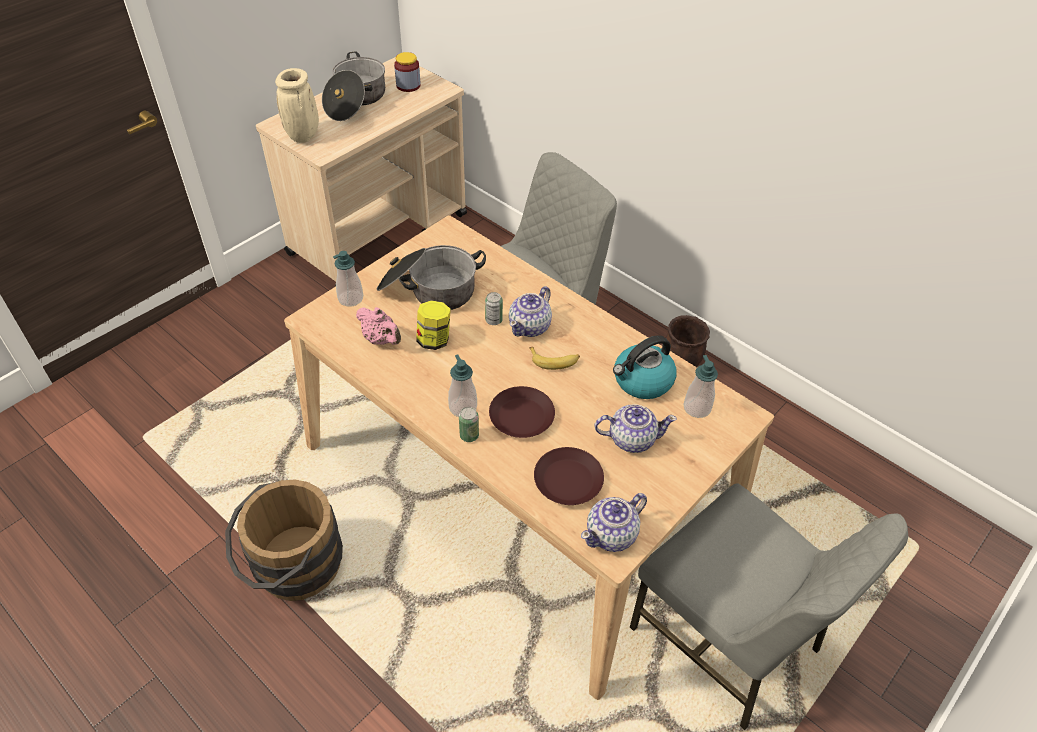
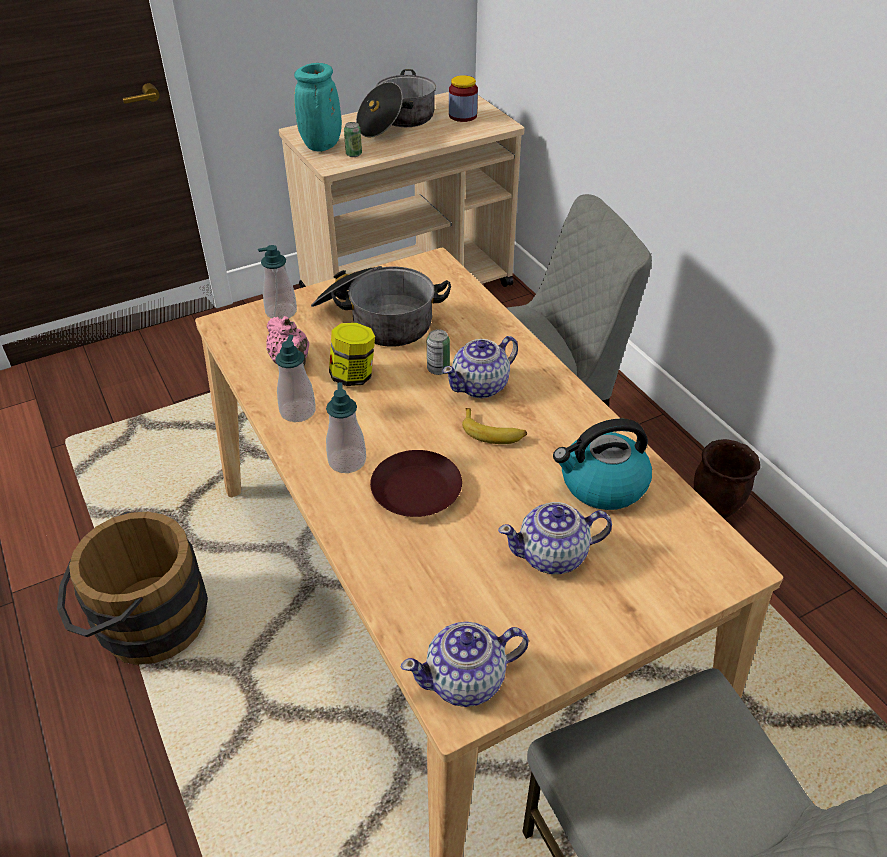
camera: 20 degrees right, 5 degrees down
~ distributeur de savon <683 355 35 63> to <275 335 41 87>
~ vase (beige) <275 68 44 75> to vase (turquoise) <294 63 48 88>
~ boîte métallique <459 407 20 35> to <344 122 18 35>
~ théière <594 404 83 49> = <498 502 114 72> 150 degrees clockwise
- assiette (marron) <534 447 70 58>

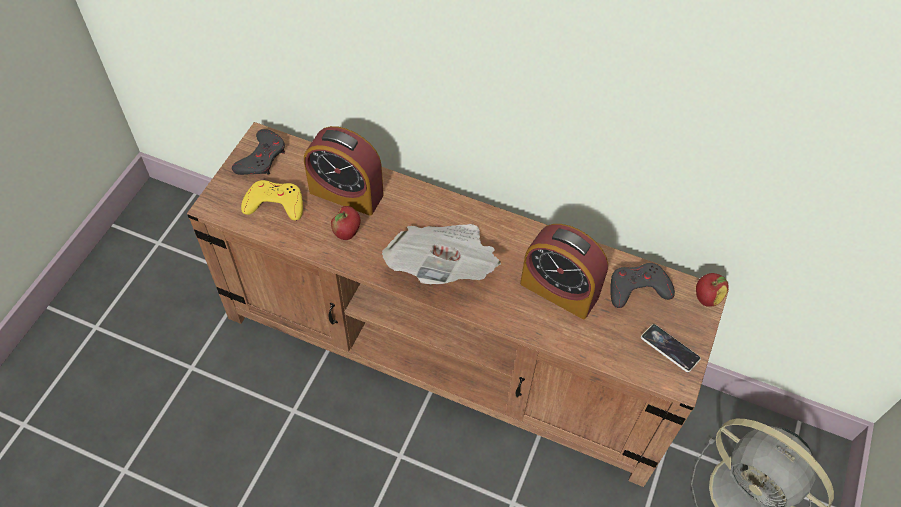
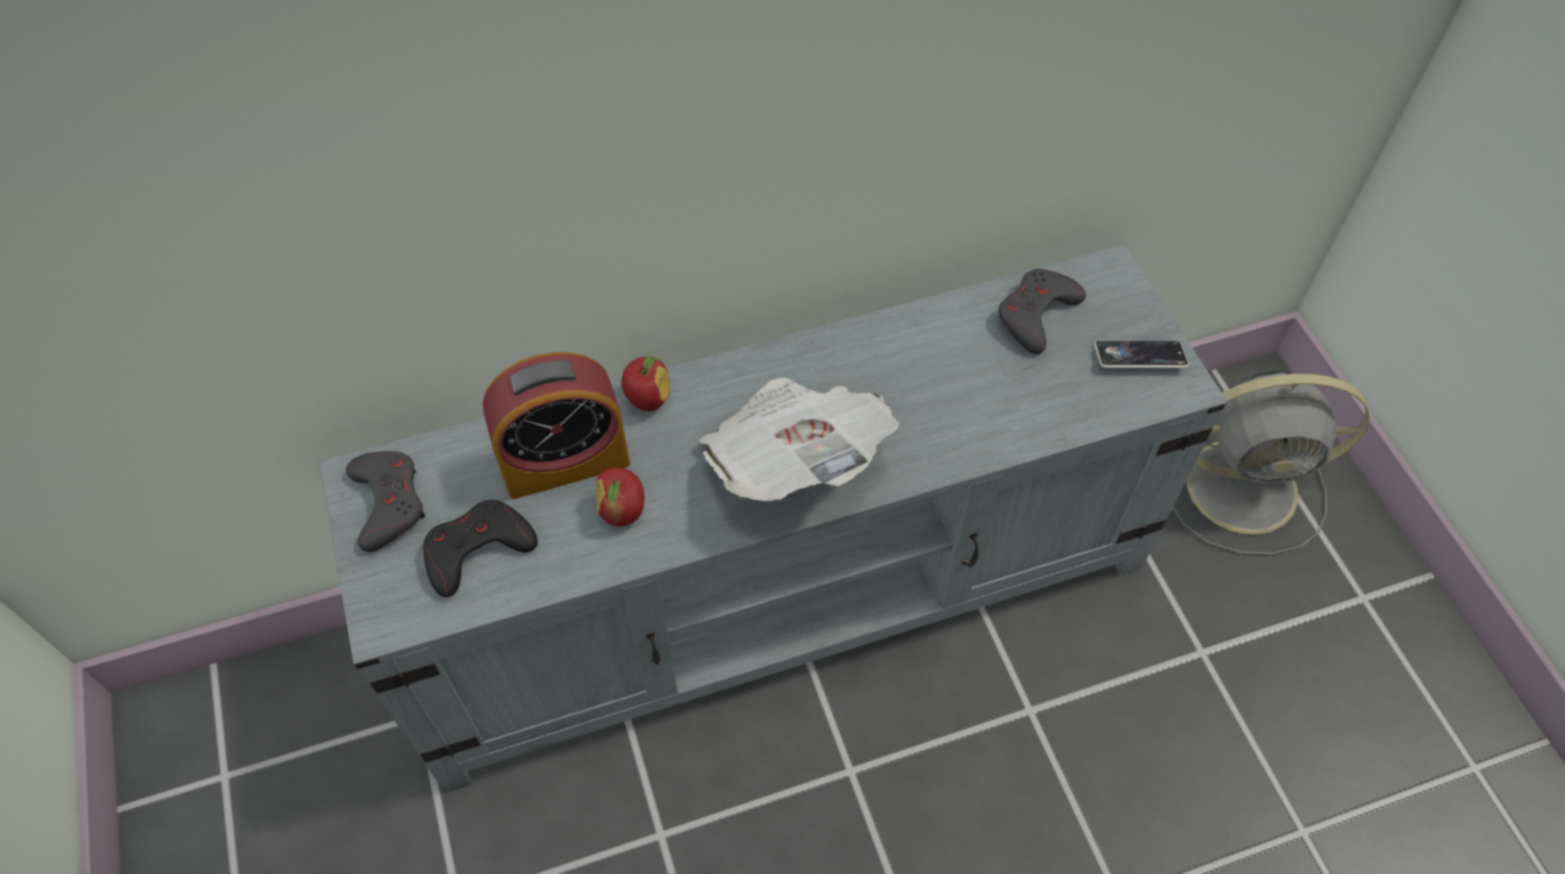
camera: 40 degrees left, 0 degrees up
~ meuble télé (marron) <187 122 542 365> to meuble télé (gris) <320 244 907 549>
~ manette (jaune) <241 180 62 40> to manette (noir) <423 500 115 97>
~ pomme <696 273 33 34> to <621 356 49 55>
- réveil <520 224 88 95>

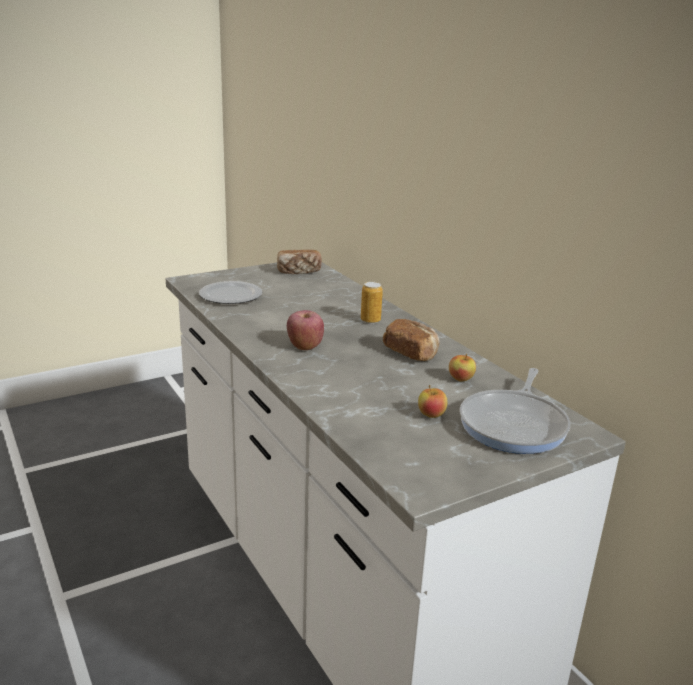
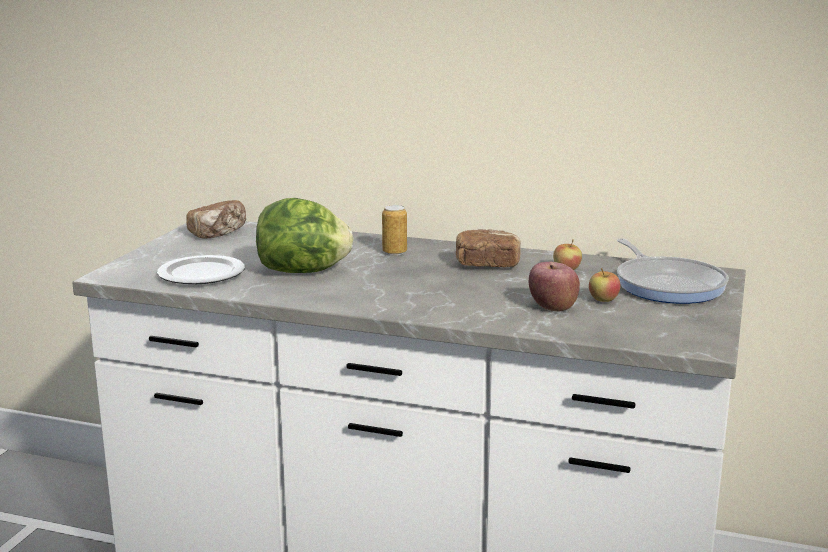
camera: 40 degrees left, 5 degrees down
+ laitue <256 198 97 75>
~ pomme <287 310 37 40> to <529 262 51 50>

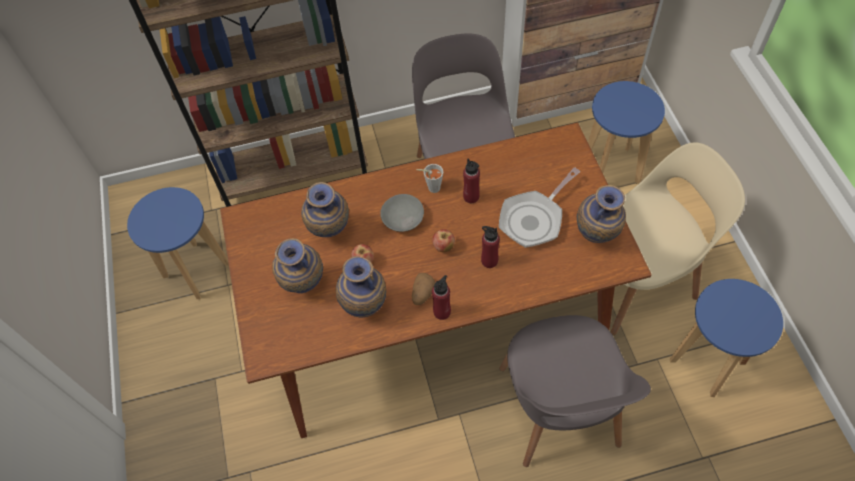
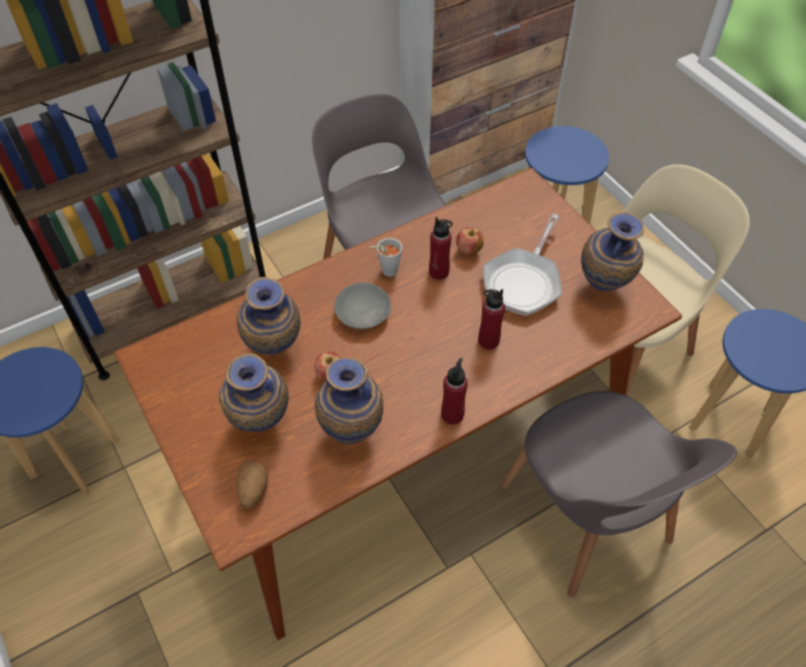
camera: 20 degrees left, 5 degrees down
~ pomme de terre <412 273 23 32> to <237 461 31 48>
~ pomme <432 229 23 24> to <456 227 28 29>

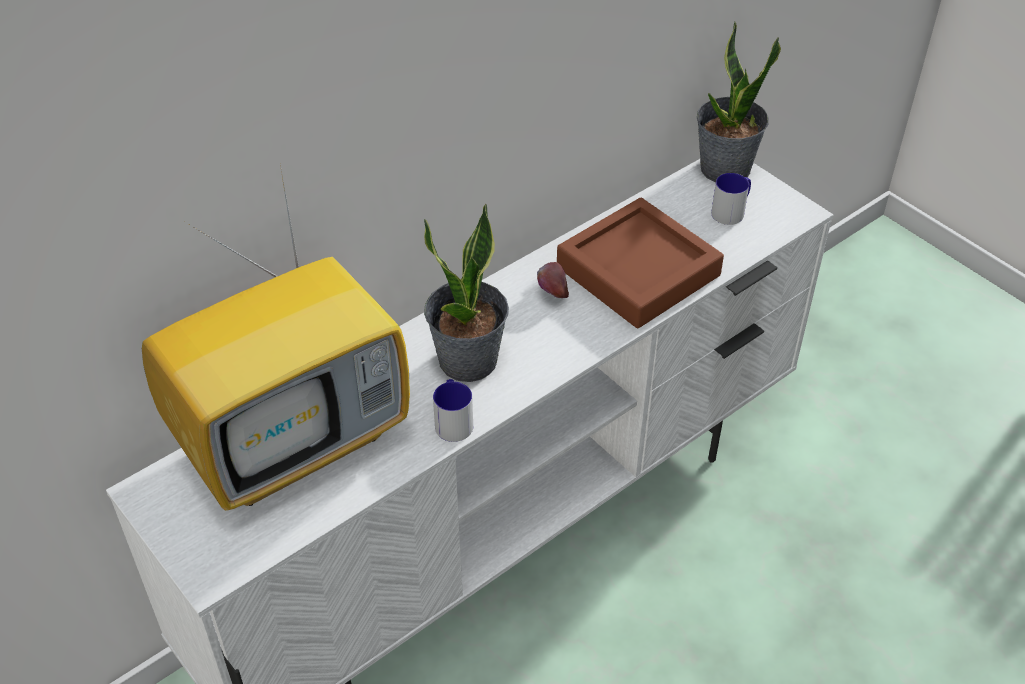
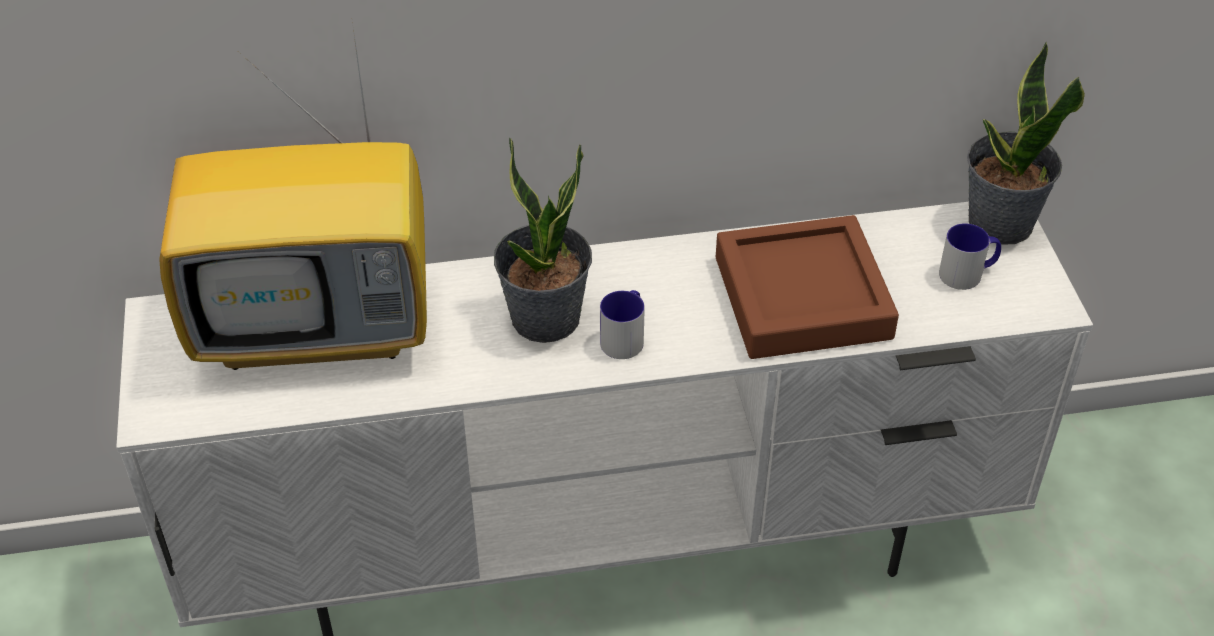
camera: 30 degrees right, 0 degrees up
~ mug <433 379 40 63> to <600 290 45 69>
- pomme <537 262 32 36>

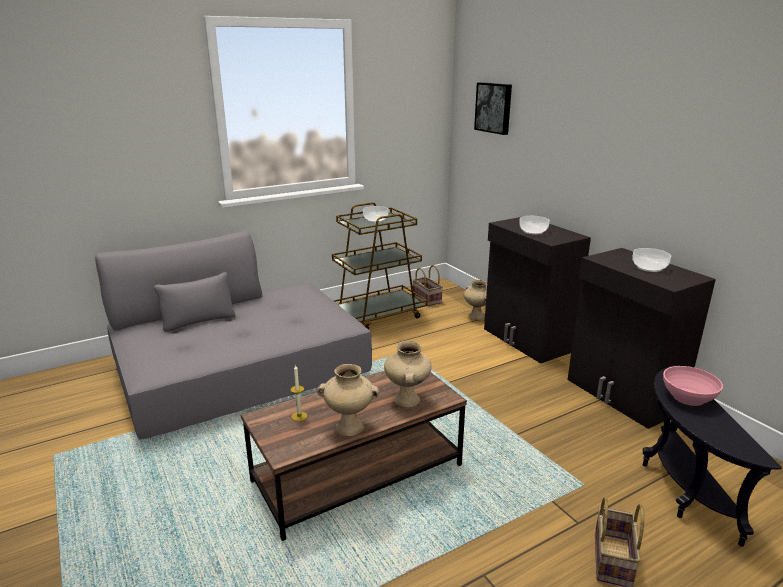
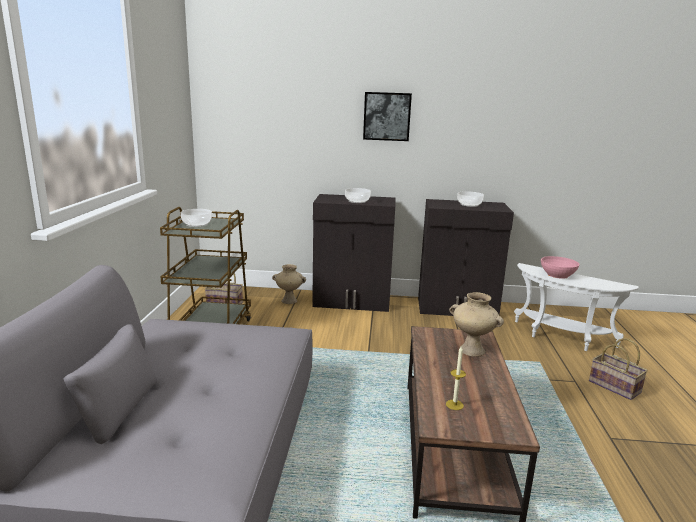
camera: 55 degrees left, 5 degrees down
~ tableau <474 82 38 53> to <363 92 49 49>
~ table d'appoint (noir) <643 365 139 182> to table d'appoint (blanc) <514 263 125 88>
- vase (beige) <317 364 62 72>

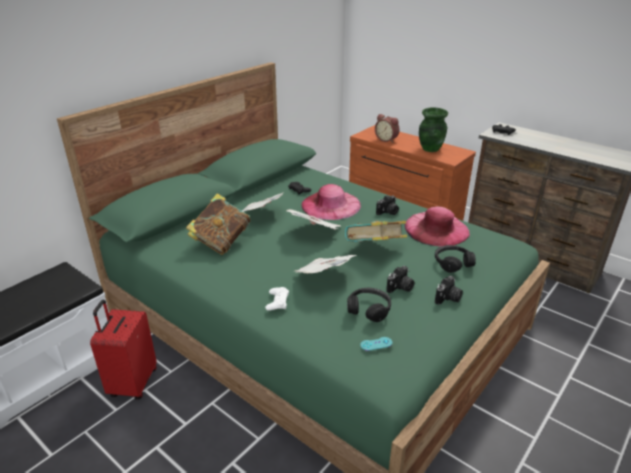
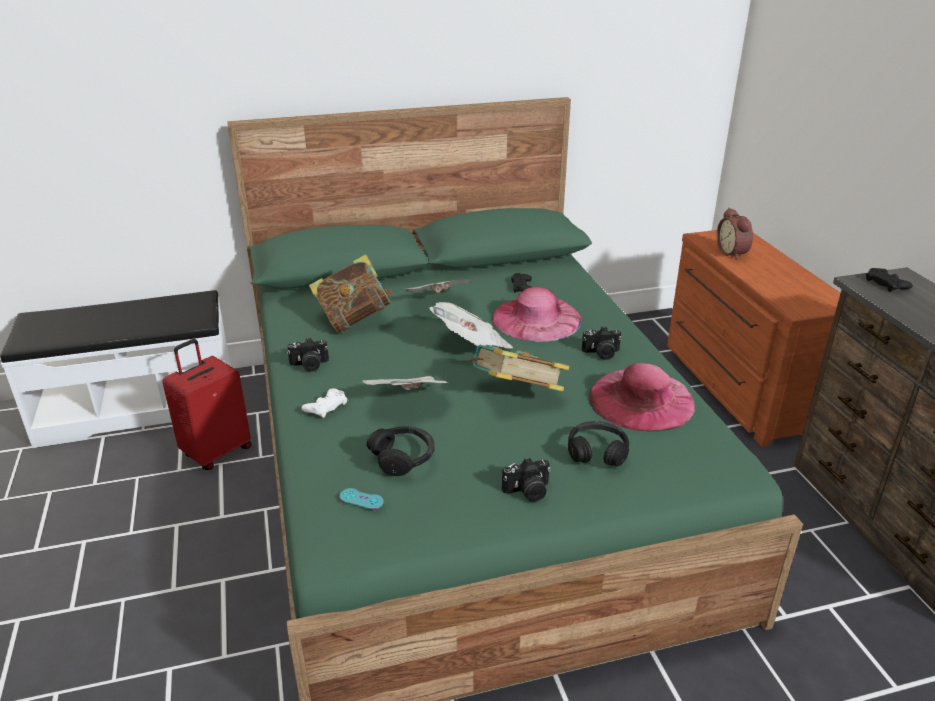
camera: 35 degrees right, 0 degrees up
~ appareil photo <386 266 29 27> to <287 338 42 34>
- vase (vert) <419 107 29 45>

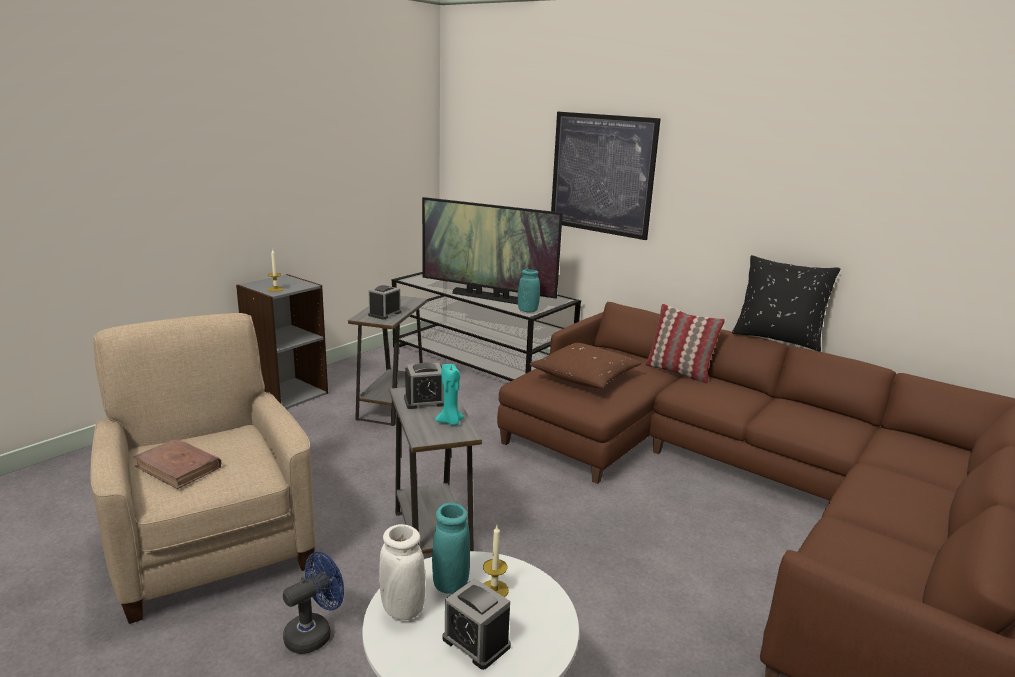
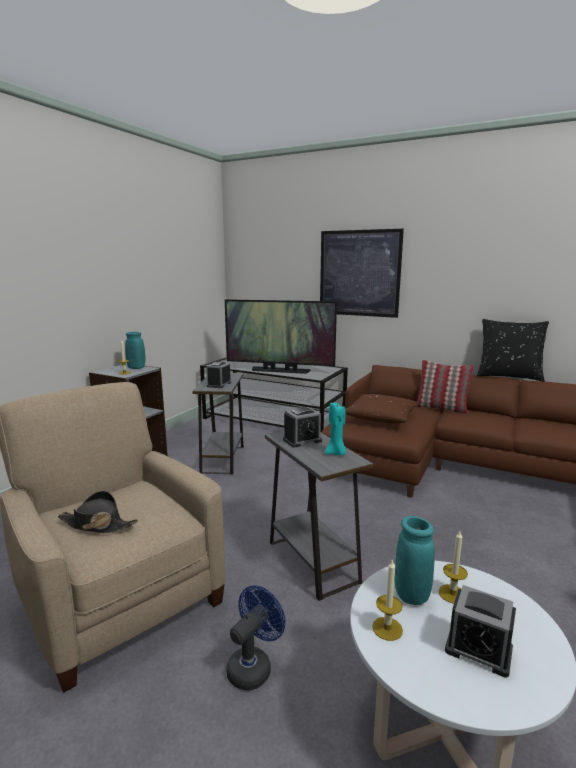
camera: 10 degrees left, 5 degrees down
~ livre (marron) <134 438 87 51> to chapeau (noir) <58 491 80 42>
~ vase (turquoise) <518 269 22 44> to <125 332 20 37>
~ vase (blanc) <379 524 46 96> to bougie <372 559 31 82>

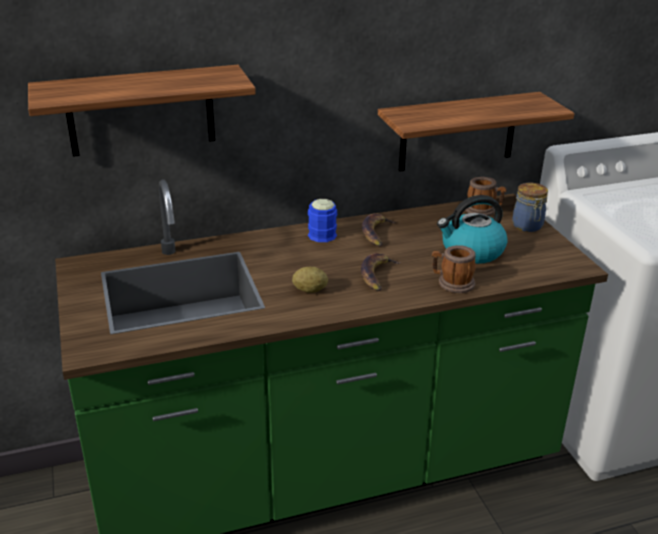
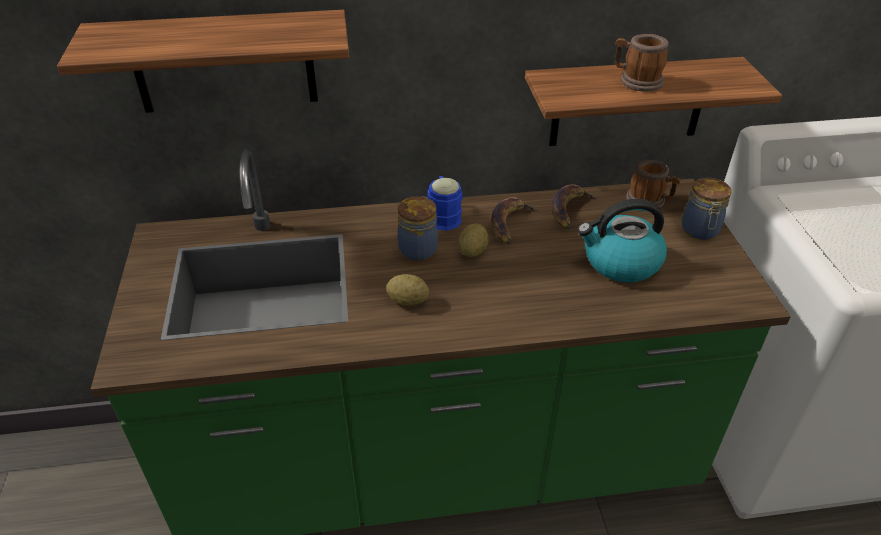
camera: 10 degrees right, 10 degrees up
+ bocal <397 196 41 65>
+ pomme de terre <458 223 31 34>
~ banane <361 253 39 38> to <552 184 45 45>
~ mug <432 245 44 48> to <615 34 54 58>

